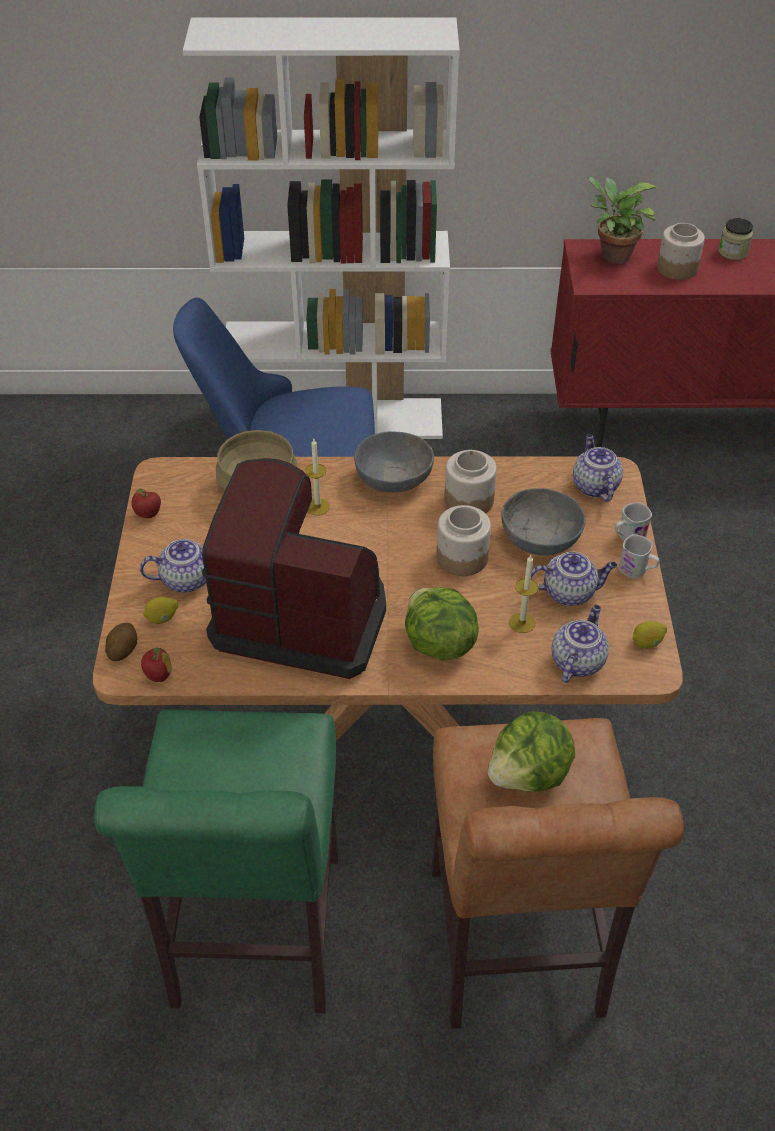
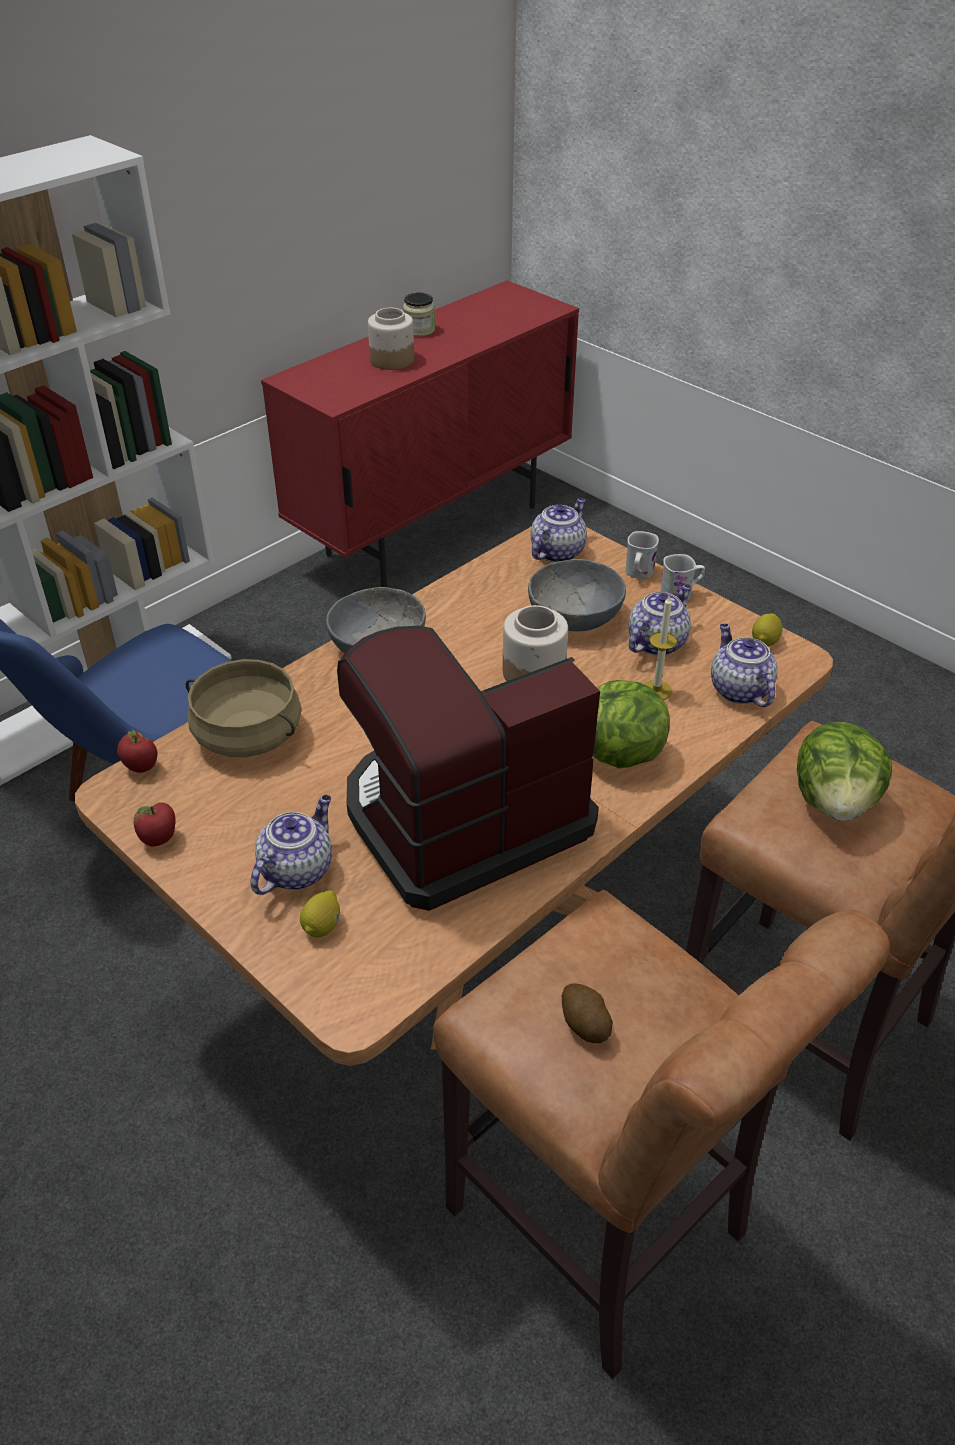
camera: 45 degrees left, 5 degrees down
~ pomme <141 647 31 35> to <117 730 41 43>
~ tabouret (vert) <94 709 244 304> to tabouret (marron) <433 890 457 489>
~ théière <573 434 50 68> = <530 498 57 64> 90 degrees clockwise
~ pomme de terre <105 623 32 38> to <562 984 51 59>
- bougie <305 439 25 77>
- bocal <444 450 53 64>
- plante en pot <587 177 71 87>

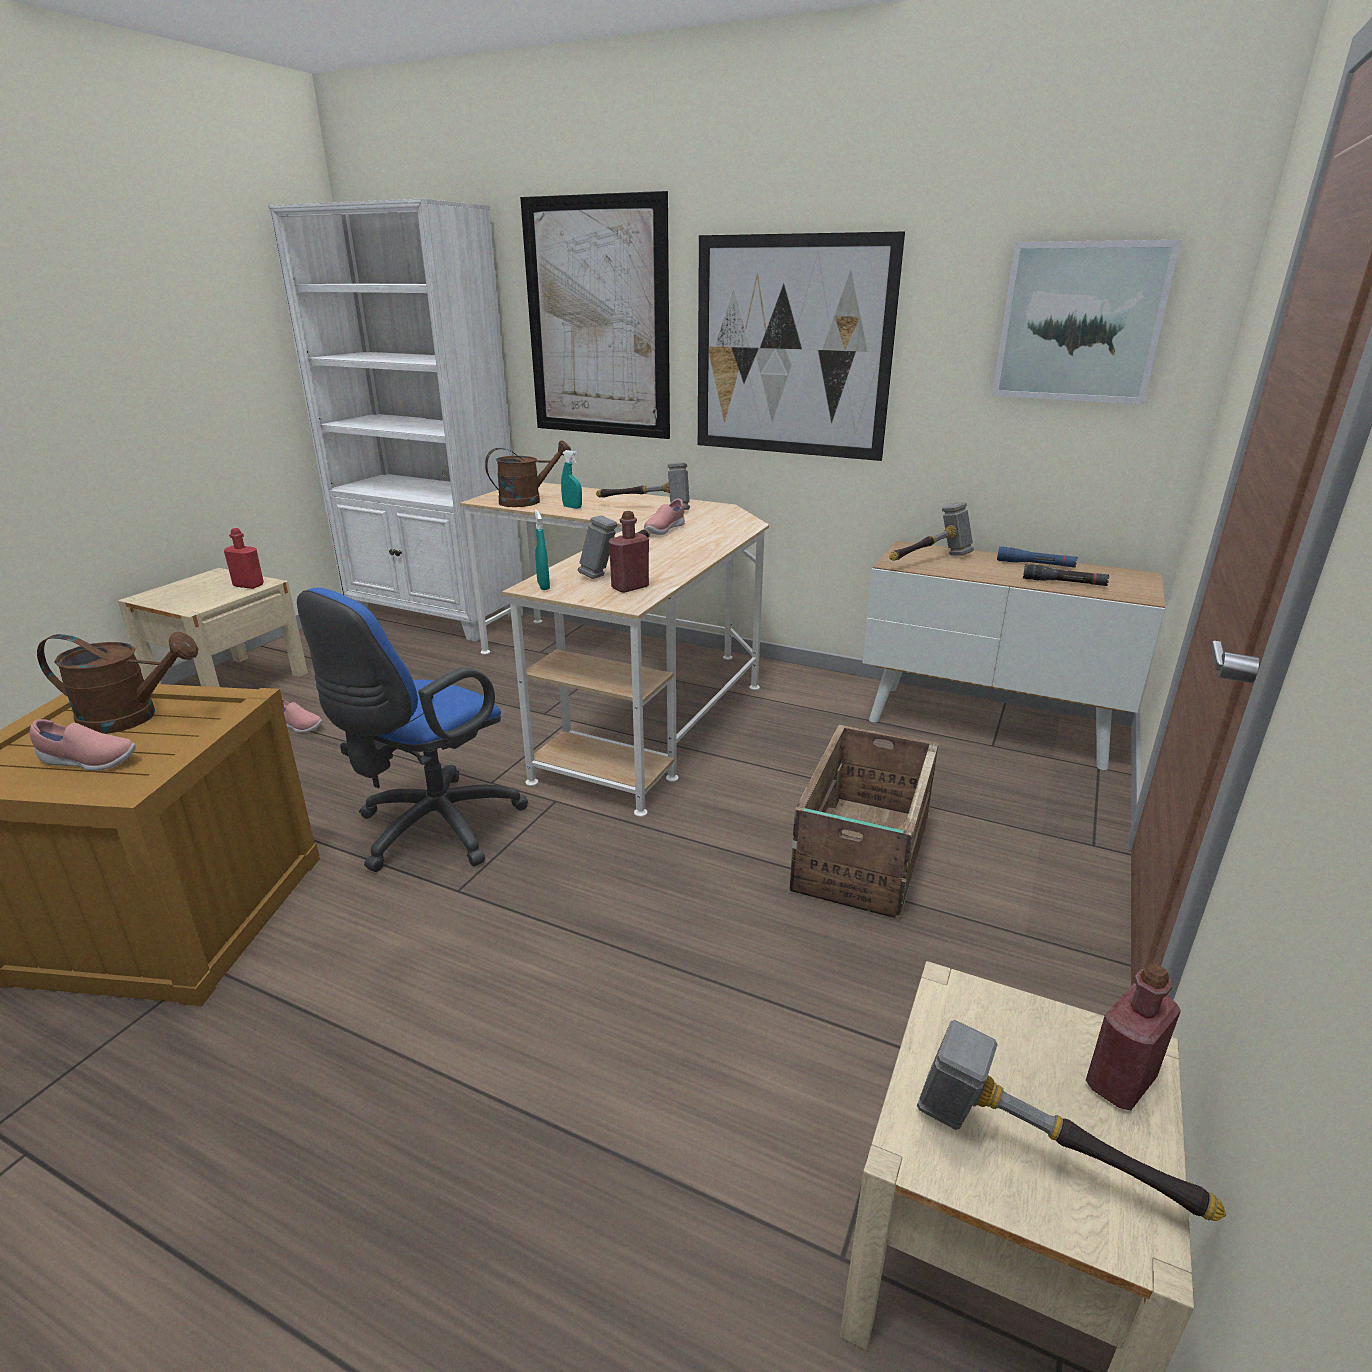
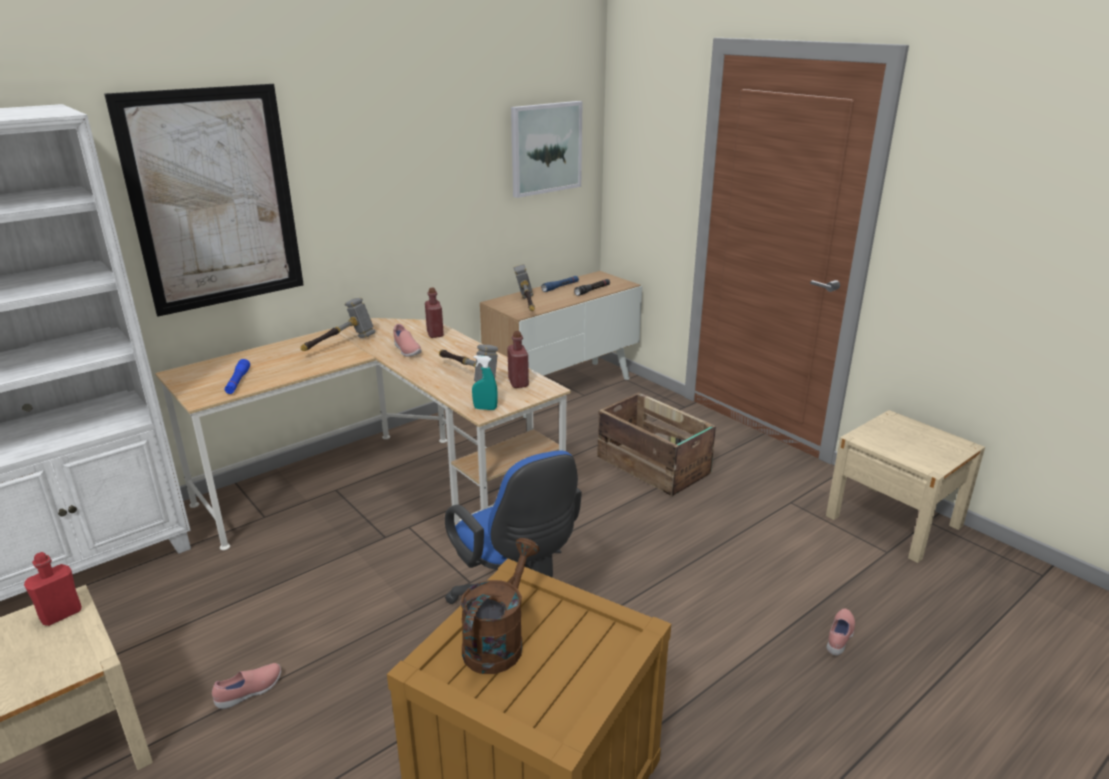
camera: 65 degrees left, 0 degrees up
~ arrosoir (marron) <485 441 86 66> to lampe de poche (bleu) <224 359 26 35>
~ bouteille (rouge) <1086 963 95 147> to <425 288 19 50>
~ chaussure (rose) <30 719 106 52> to <826 608 29 47>
- vaporisateur (turquoise) <561 450 21 59>
- tableau <698 232 207 229>
- marteau <917 1020 309 201>

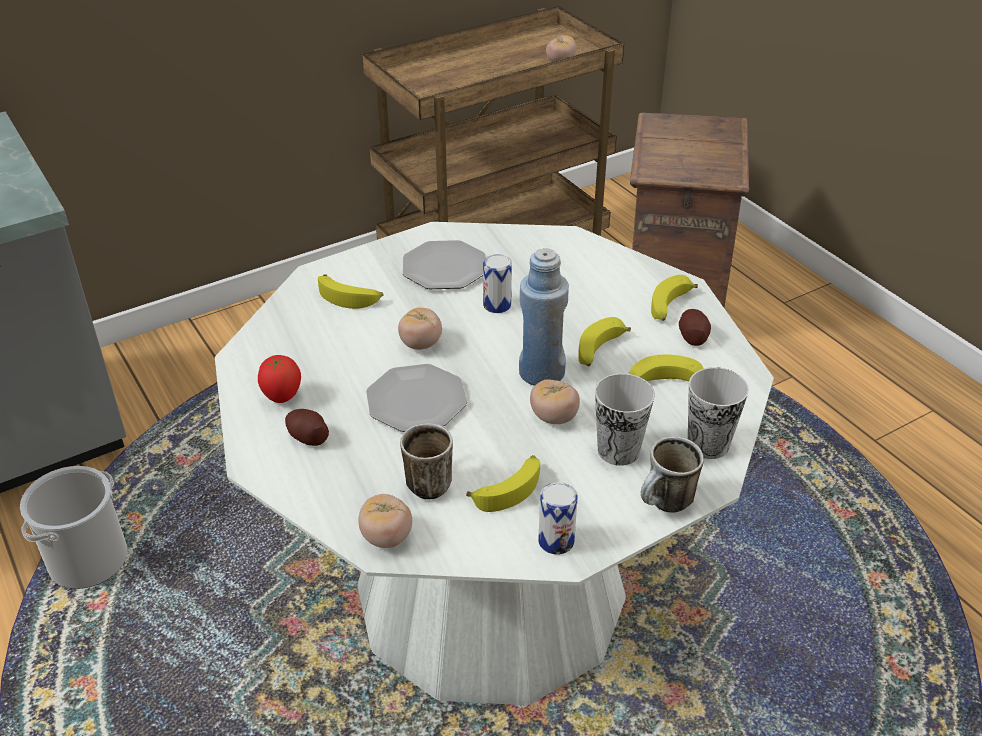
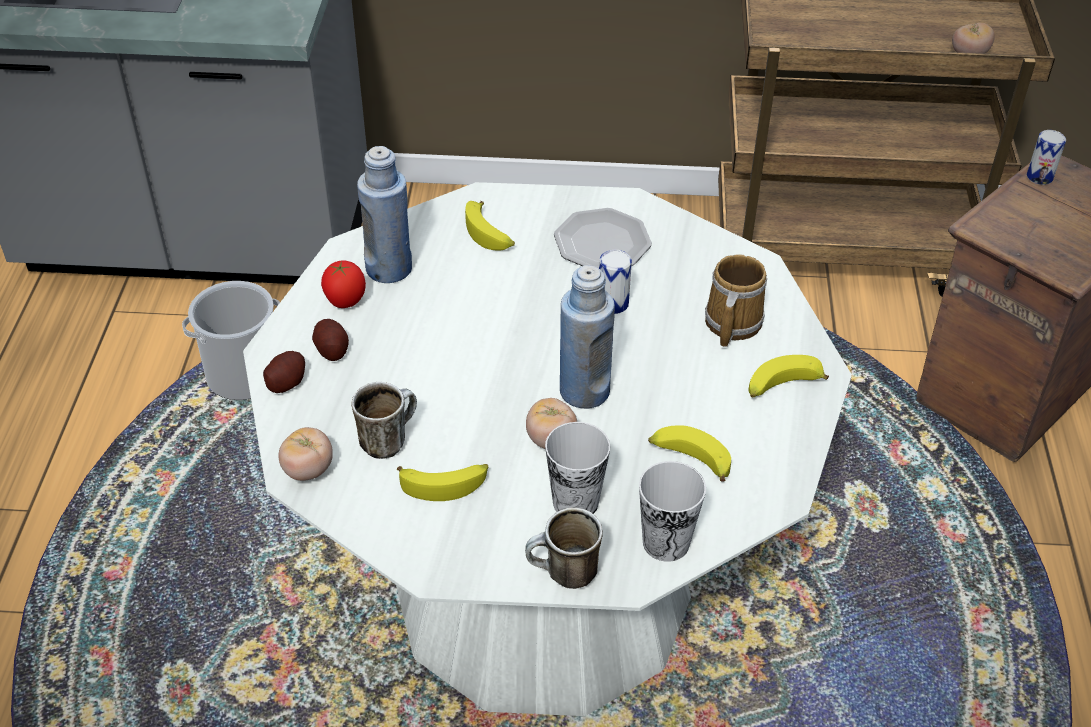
camera: 35 degrees right, 5 degrees up
~ pomme de terre <679 309 32 37> to <263 351 42 42>
+ bouteille (bleu) <357 146 55 137>
+ mug <705 254 62 93>
~ boîte métallique <539 482 39 73> to <1027 130 39 55>
- assiette <366 364 101 68>
- tomate <398 308 44 42>
- banane <578 317 53 49>

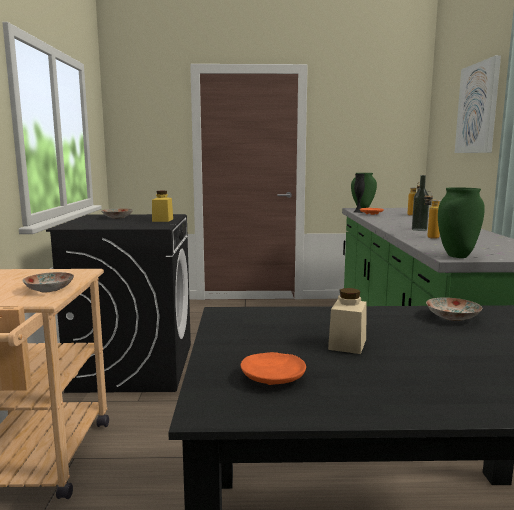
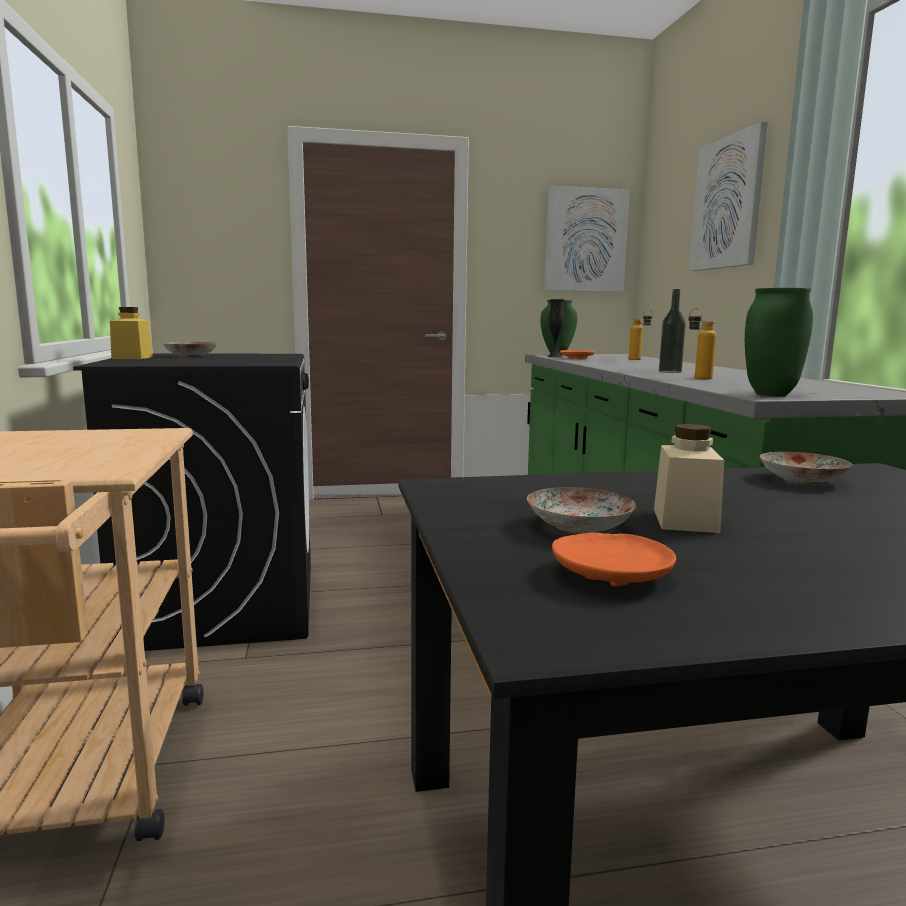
camera: 10 degrees left, 0 degrees up
~ bocal (jaune) <152 191 21 31> to <110 307 43 52>
~ assiette <22 272 52 21> to <527 487 109 47>
+ tableau <544 185 86 107>

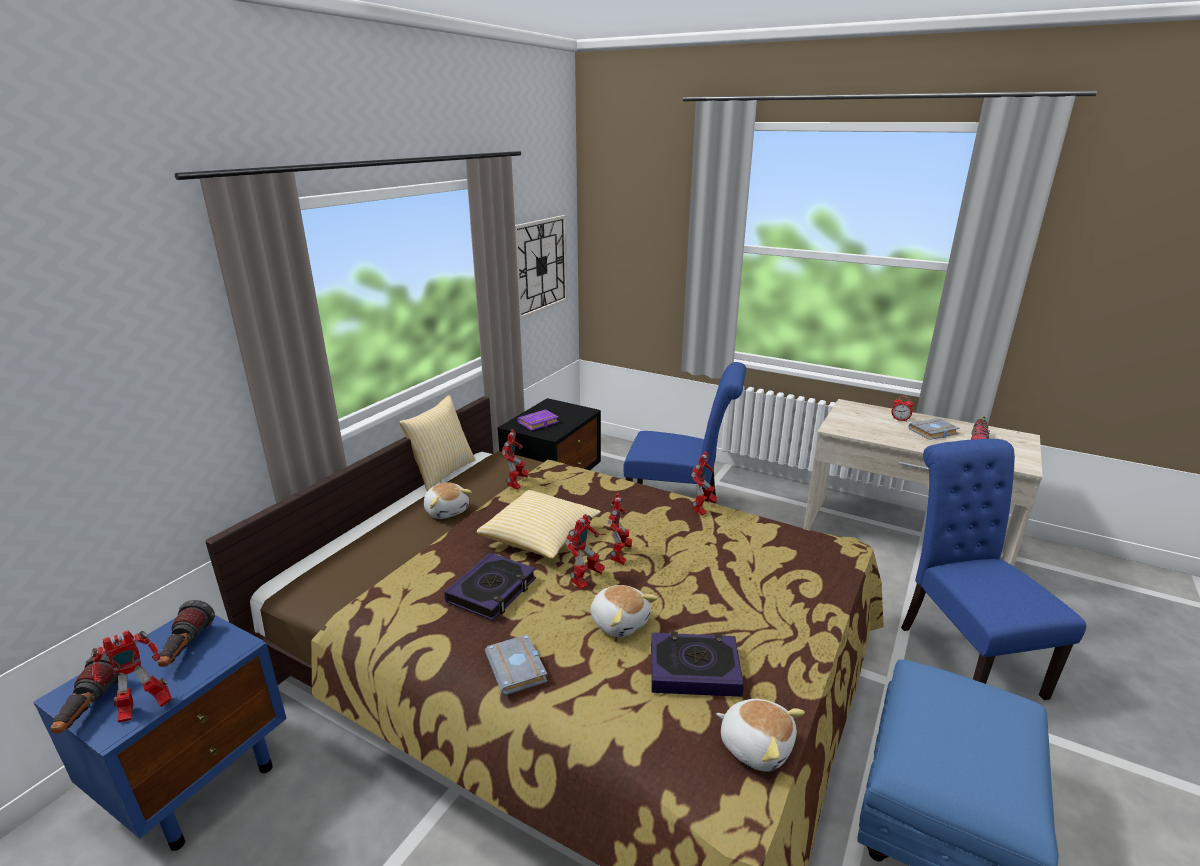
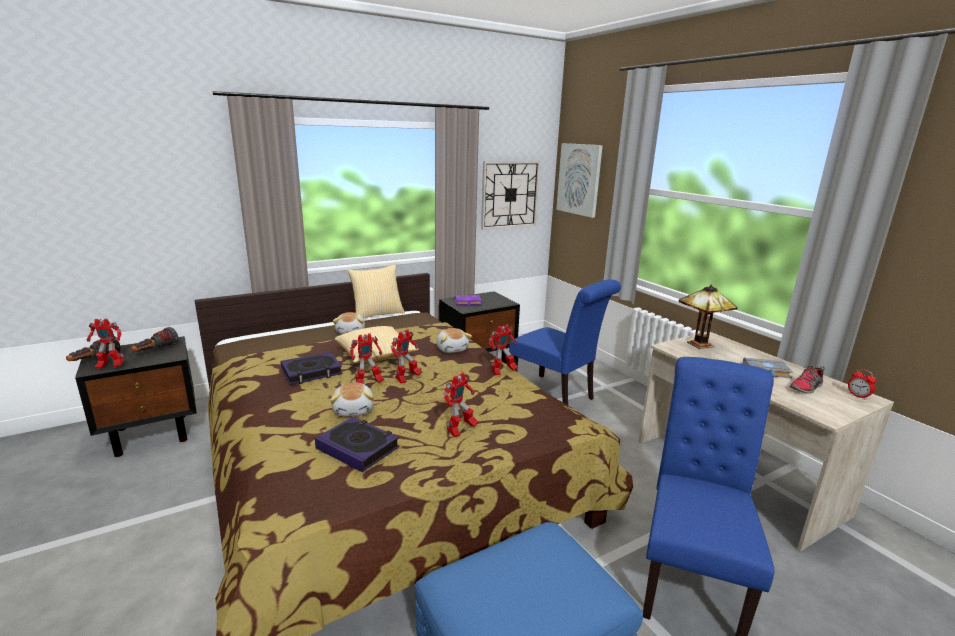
camera: 30 degrees right, 5 degrees down
~ table de chevet (bleu) <33 615 254 236> to table de chevet (noir) <75 336 122 121>
~ peluche <716 699 89 73> to <436 328 36 25>
~ robot jouet <502 430 27 60> to <443 372 35 65>
+ tableau <556 143 47 75>
+ lampe de table <679 285 58 64>
~ réveil <892 396 21 26> to <848 369 28 30>
- livre (gris) <485 634 63 62>

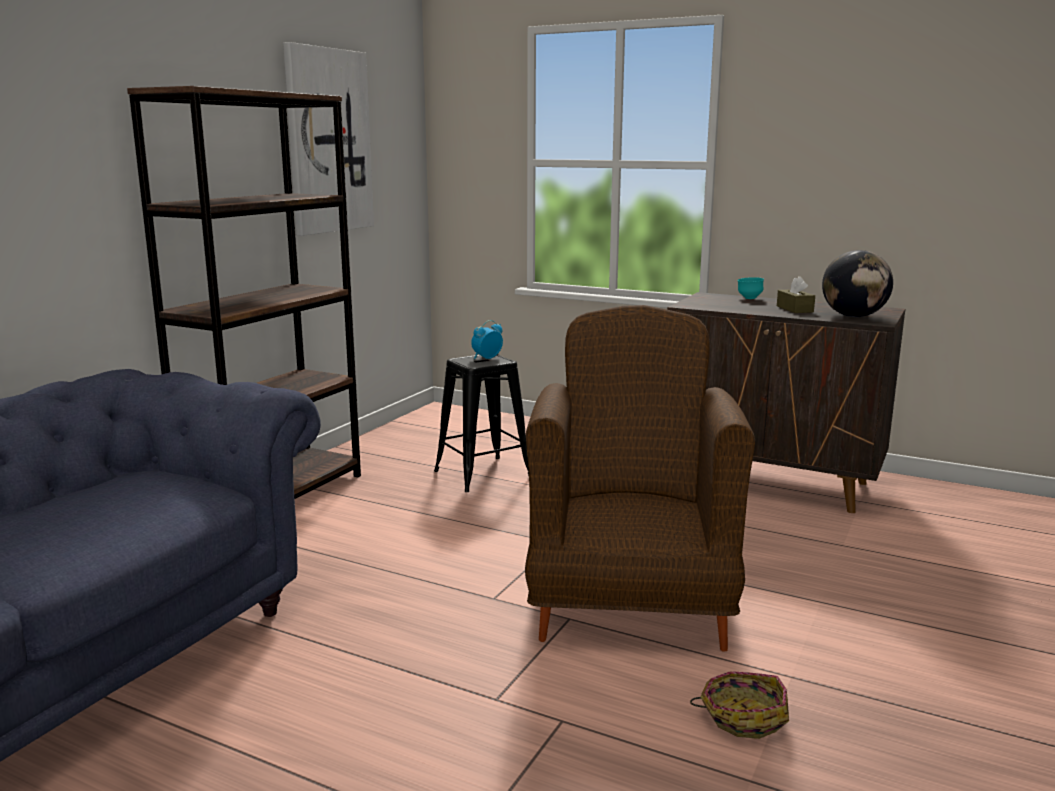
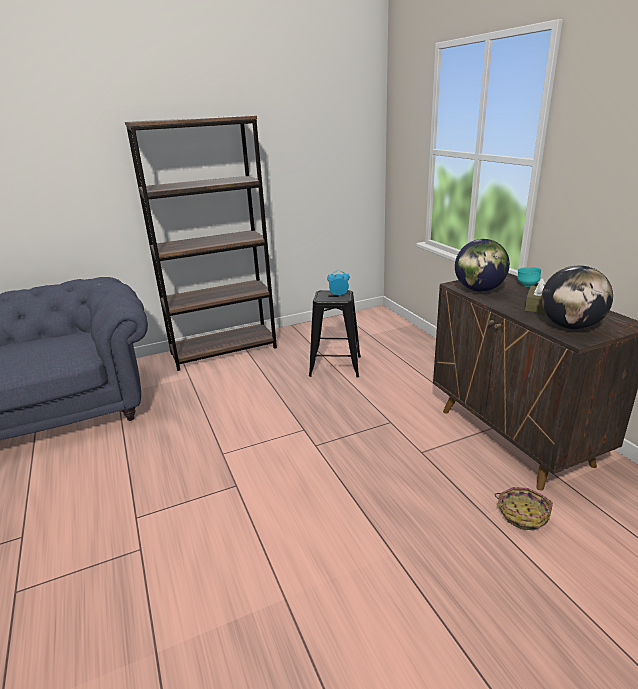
camera: 40 degrees right, 10 degrees up
+ globe <455 239 55 53>
~ panier <690 671 99 68> to <495 487 58 44>
- tableau <283 42 91 194>
- fauteuil (marron) <525 305 230 347>

